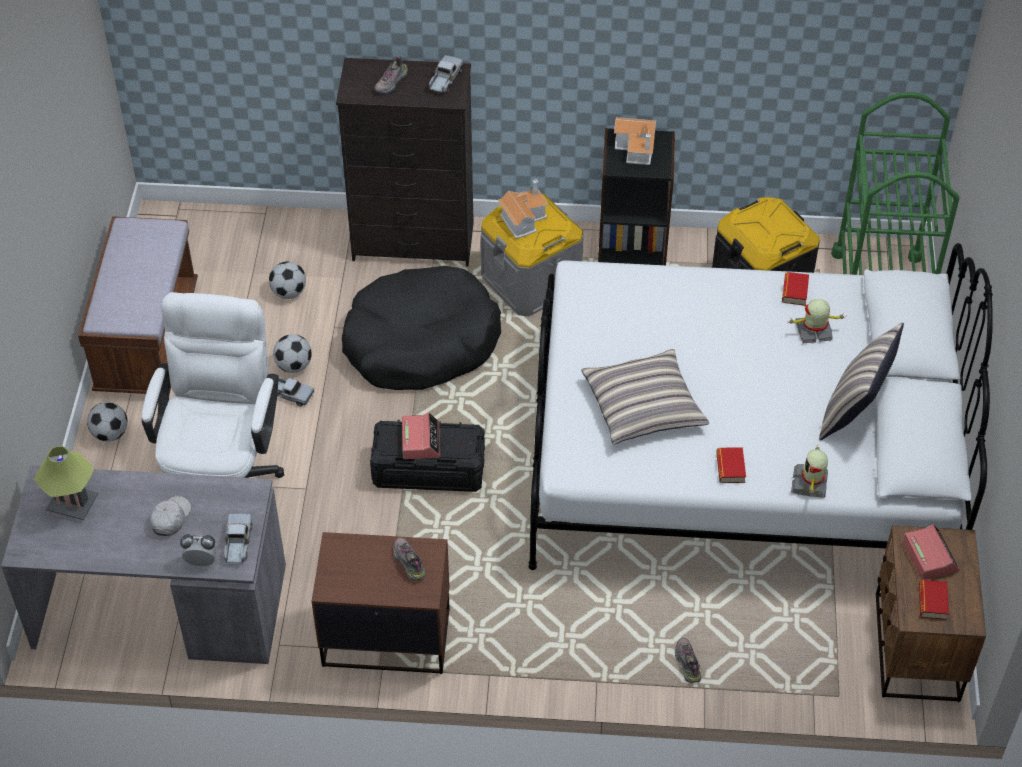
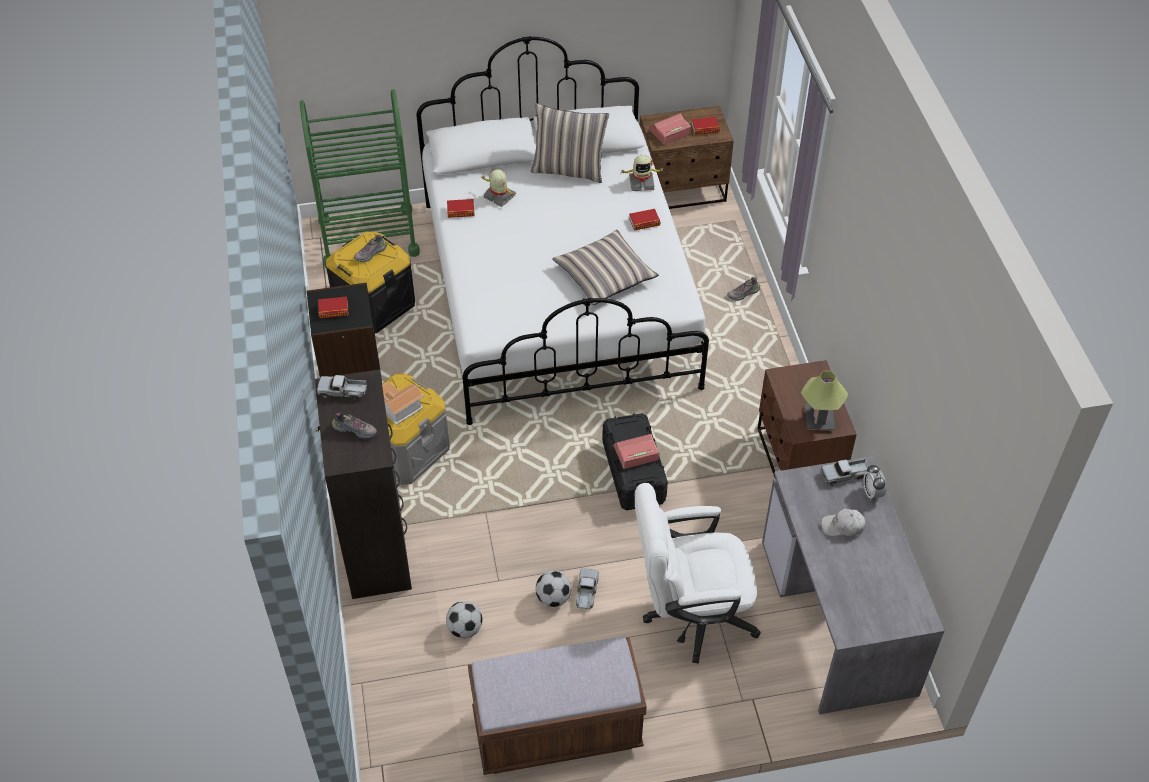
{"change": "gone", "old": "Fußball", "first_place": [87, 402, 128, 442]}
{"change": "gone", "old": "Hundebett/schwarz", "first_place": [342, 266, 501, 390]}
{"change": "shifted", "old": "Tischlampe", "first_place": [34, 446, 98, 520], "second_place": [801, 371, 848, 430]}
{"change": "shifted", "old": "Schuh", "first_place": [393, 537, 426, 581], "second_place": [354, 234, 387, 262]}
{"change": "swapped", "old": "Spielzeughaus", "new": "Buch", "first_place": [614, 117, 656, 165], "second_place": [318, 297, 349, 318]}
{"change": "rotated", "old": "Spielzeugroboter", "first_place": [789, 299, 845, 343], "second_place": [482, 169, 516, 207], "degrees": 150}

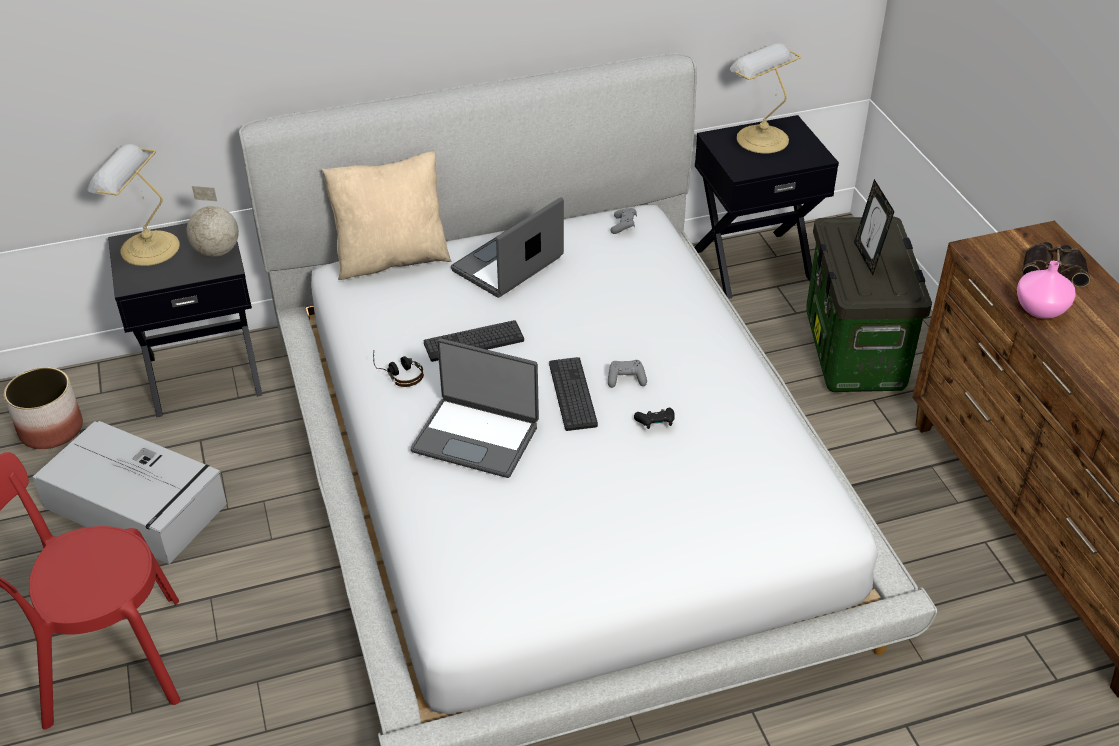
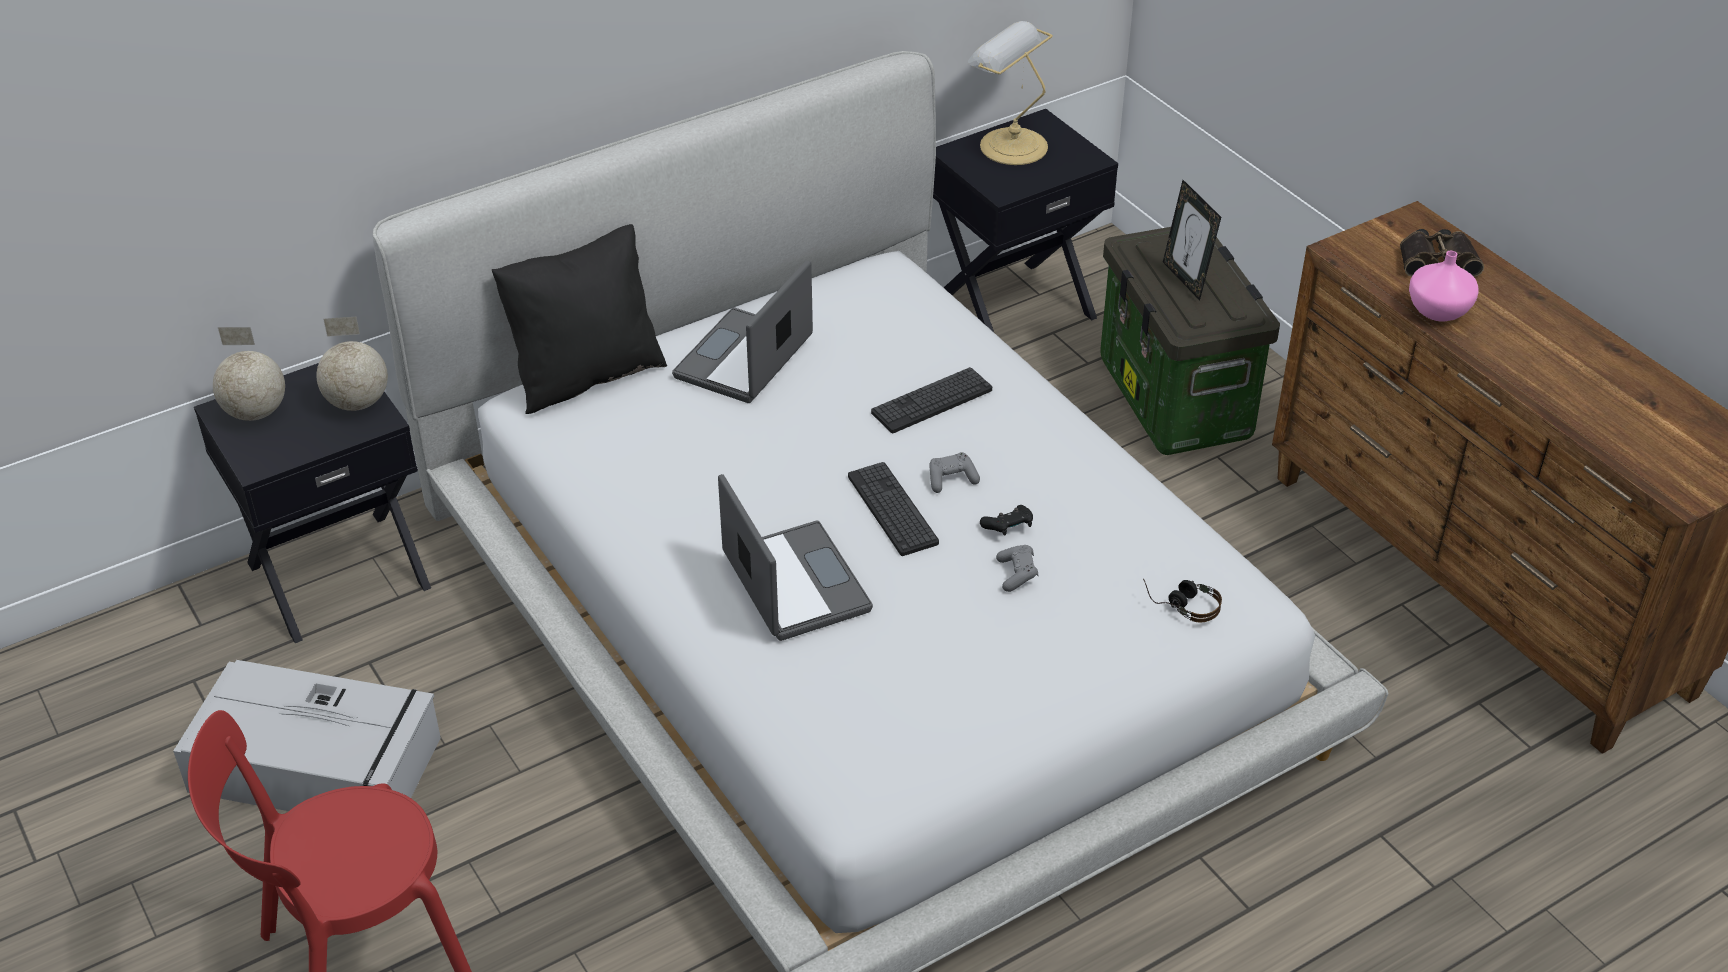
{"change": "gone", "old": "Pflanzkübel", "first_place": [4, 367, 83, 449]}
{"change": "shifted", "old": "Kopfhörer", "first_place": [373, 351, 424, 387], "second_place": [1143, 578, 1222, 623]}
{"change": "shifted", "old": "Tastatur", "first_place": [424, 320, 524, 362], "second_place": [871, 367, 992, 433]}
{"change": "shifted", "old": "Gamepad/grau", "first_place": [610, 208, 637, 234], "second_place": [996, 545, 1038, 592]}
{"change": "swapped", "old": "Tischlampe", "new": "Globus", "first_place": [87, 144, 180, 266], "second_place": [213, 327, 285, 421]}
{"change": "repainted", "old": "Kissen/beige", "new": "Kissen/schwarz", "first_place": [322, 151, 451, 280], "second_place": [492, 224, 667, 414]}
{"change": "rotated", "old": "Laptop", "first_place": [410, 339, 539, 478], "second_place": [718, 474, 873, 641], "degrees": -120}

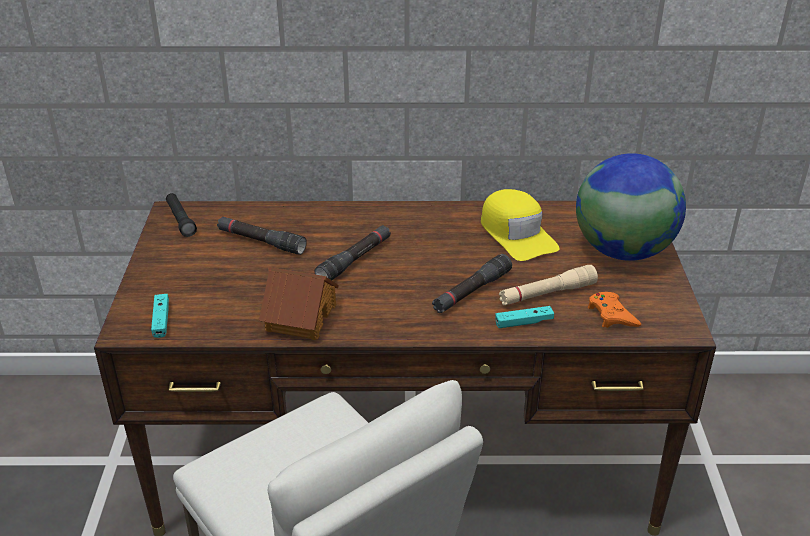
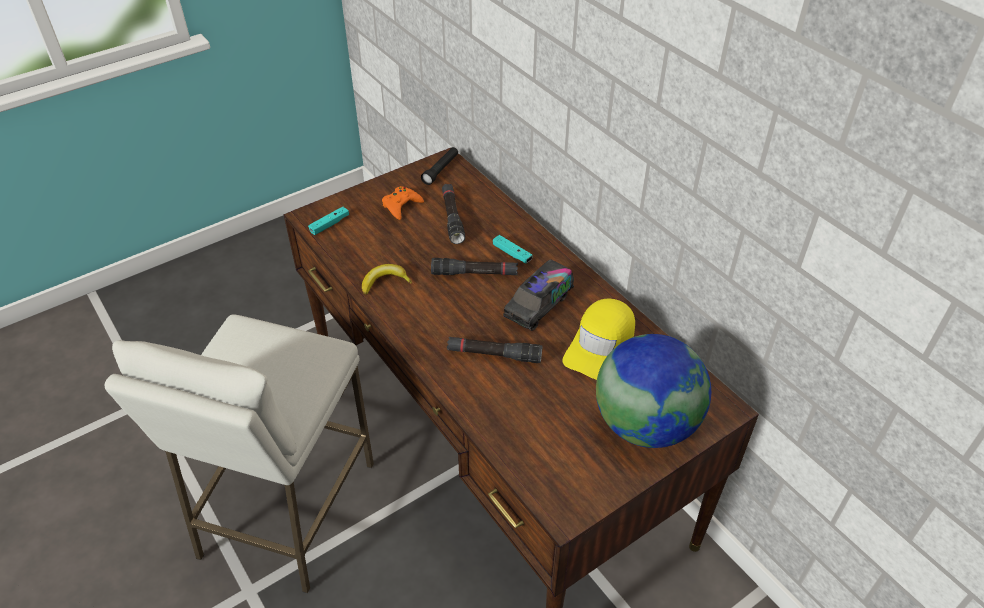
{"change": "gone", "old": "Taschenlampe/beige", "first_place": [499, 265, 598, 305]}
{"change": "new", "new": "Spielzeuglaster", "second_place": [503, 259, 574, 331]}
{"change": "shifted", "old": "Gamepad/türkis", "first_place": [495, 306, 554, 328], "second_place": [493, 235, 532, 263]}
{"change": "shifted", "old": "Gamepad/orange", "first_place": [588, 292, 641, 328], "second_place": [382, 186, 424, 220]}
{"change": "swapped", "old": "Spielzeughaus", "new": "Banane", "first_place": [259, 267, 339, 340], "second_place": [362, 264, 412, 294]}

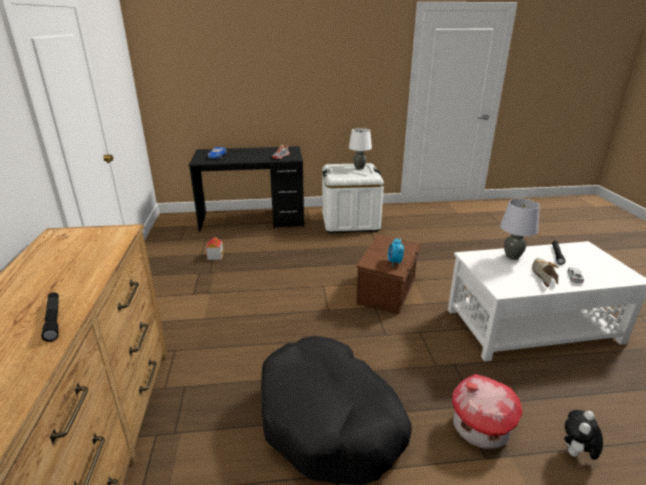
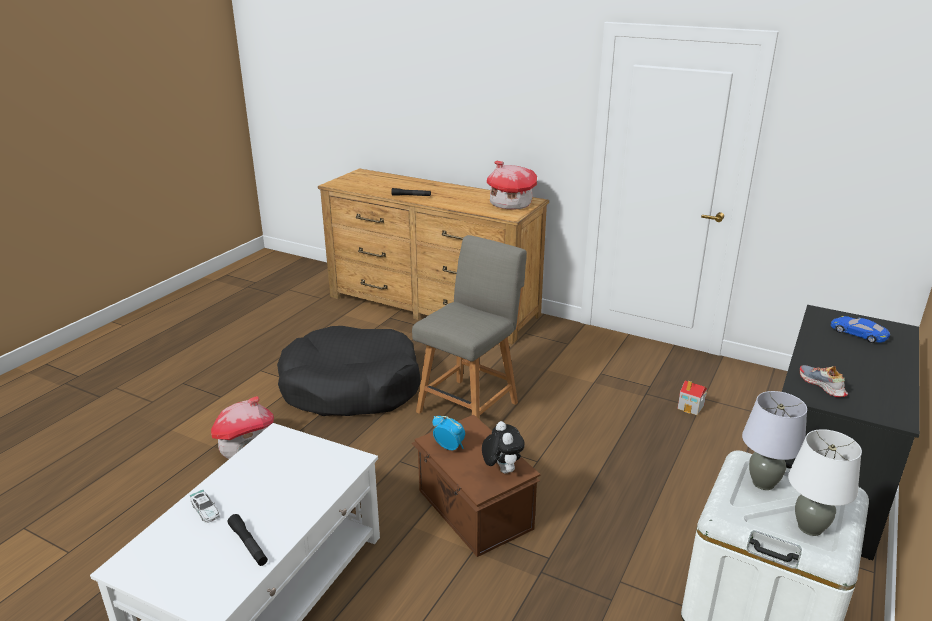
{"change": "gone", "old": "Schuh", "first_place": [532, 258, 559, 288]}
{"change": "new", "new": "Stuhl/grau", "second_place": [412, 235, 527, 420]}
{"change": "new", "new": "Spielzeughaus", "second_place": [487, 161, 537, 209]}
{"change": "shifted", "old": "Tischlampe/grau", "first_place": [500, 199, 540, 260], "second_place": [742, 391, 807, 490]}
{"change": "shifted", "old": "Plüschtier", "first_place": [564, 410, 603, 460], "second_place": [482, 421, 525, 473]}

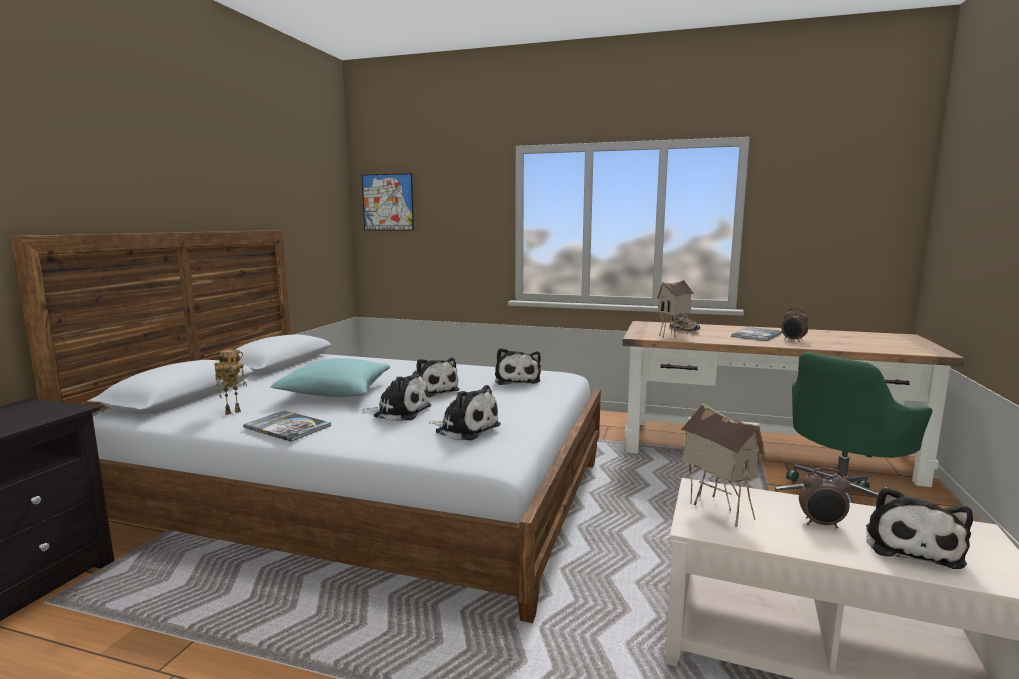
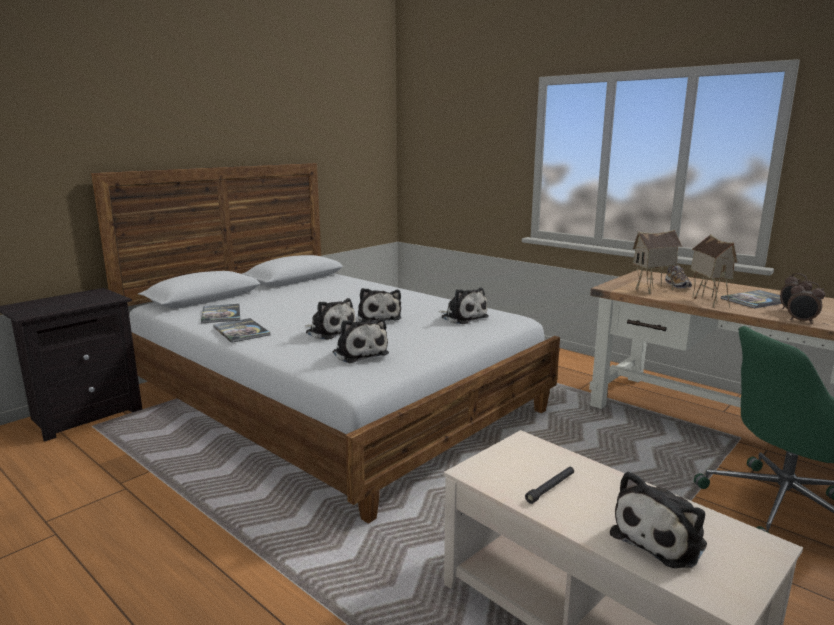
{"change": "gone", "old": "Kissen/türkis", "first_place": [271, 358, 390, 397]}
{"change": "gone", "old": "Bild", "first_place": [362, 173, 414, 231]}
{"change": "new", "new": "Taschenlampe/schwarz", "second_place": [525, 467, 574, 504]}
{"change": "shifted", "old": "Spielzeughaus", "first_place": [681, 403, 765, 527], "second_place": [690, 234, 737, 308]}
{"change": "shifted", "old": "Wecker", "first_place": [799, 467, 851, 528], "second_place": [787, 281, 825, 324]}
{"change": "swapped", "old": "Spielzeugroboter", "new": "Buch", "first_place": [214, 349, 247, 415], "second_place": [201, 304, 240, 323]}
{"change": "rotated", "old": "Plüschtier", "first_place": [495, 348, 541, 385], "second_place": [439, 287, 489, 324], "degrees": -60}

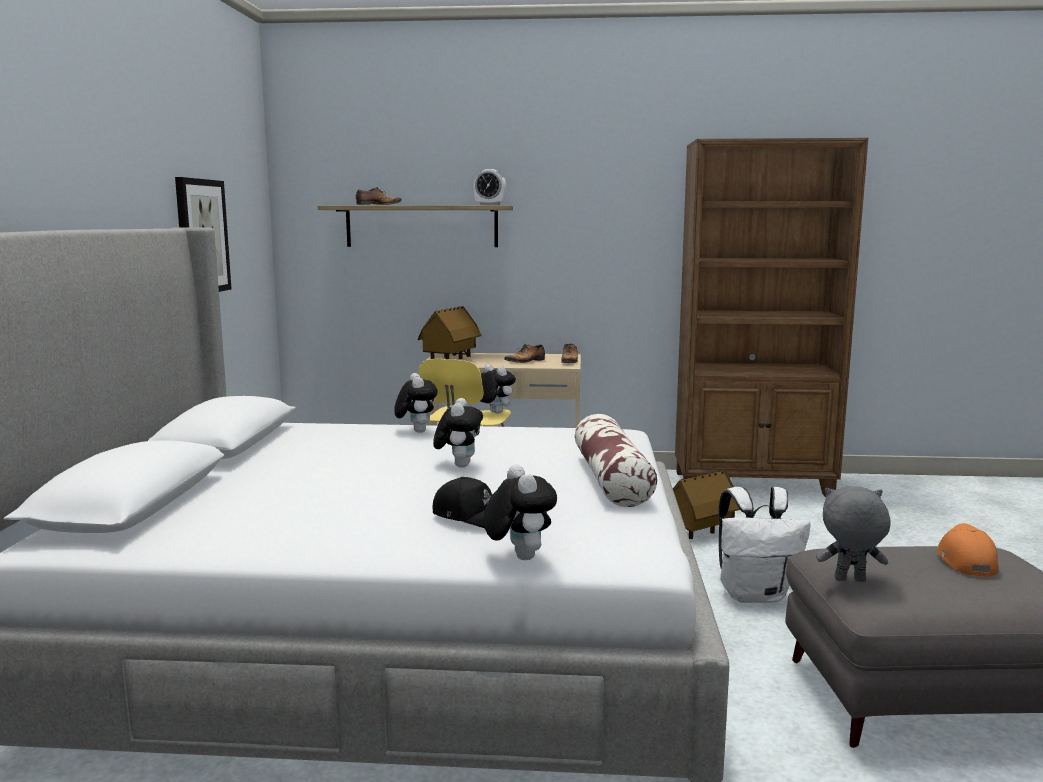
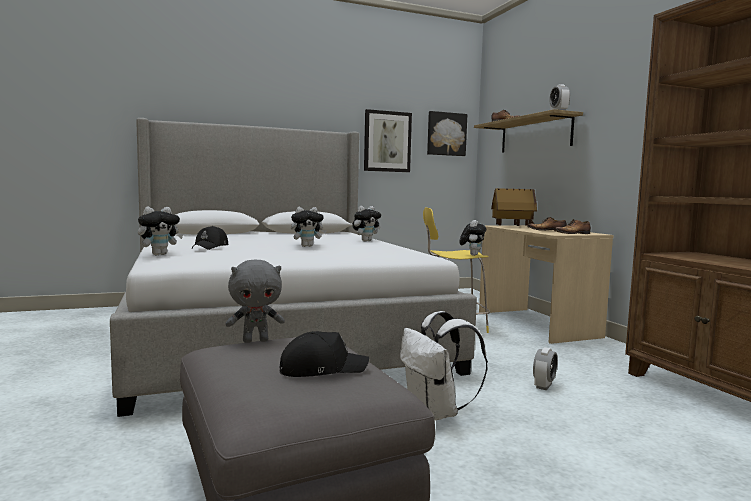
{"change": "gone", "old": "Kissen", "first_place": [575, 414, 657, 507]}
{"change": "new", "new": "Bild", "second_place": [427, 111, 467, 156]}
{"change": "swapped", "old": "Spielzeughaus", "new": "Wecker", "first_place": [673, 470, 740, 539], "second_place": [533, 347, 558, 390]}
{"change": "repainted", "old": "Kappe/orange", "new": "Kappe/schwarz", "first_place": [937, 523, 998, 577], "second_place": [279, 331, 369, 377]}
{"change": "rotated", "old": "Plüschtier/grau", "first_place": [816, 486, 891, 582], "second_place": [226, 260, 285, 343], "degrees": 90}

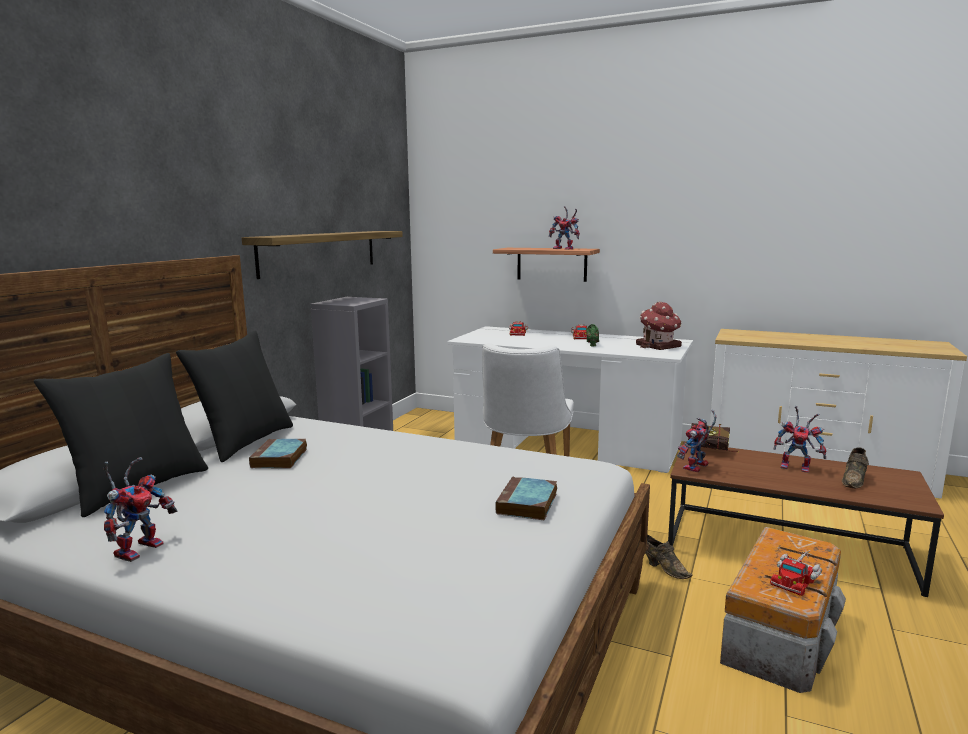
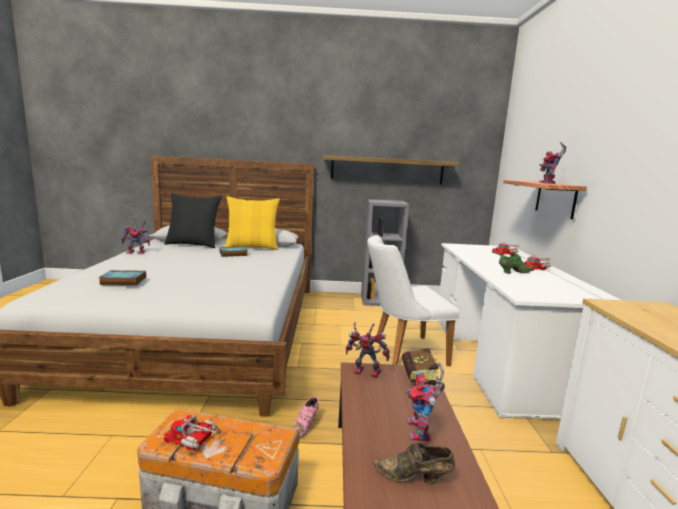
{"change": "gone", "old": "Spielzeughaus", "first_place": [636, 302, 682, 350]}
{"change": "shifted", "old": "Buch", "first_place": [495, 476, 557, 520], "second_place": [99, 270, 146, 285]}
{"change": "repainted", "old": "Kissen/schwarz", "new": "Kissen/gelb", "first_place": [176, 331, 293, 462], "second_place": [225, 196, 280, 250]}
{"change": "repainted", "old": "Schuh/braun", "new": "Schuh/rosa", "first_place": [645, 535, 692, 579], "second_place": [293, 397, 319, 439]}

